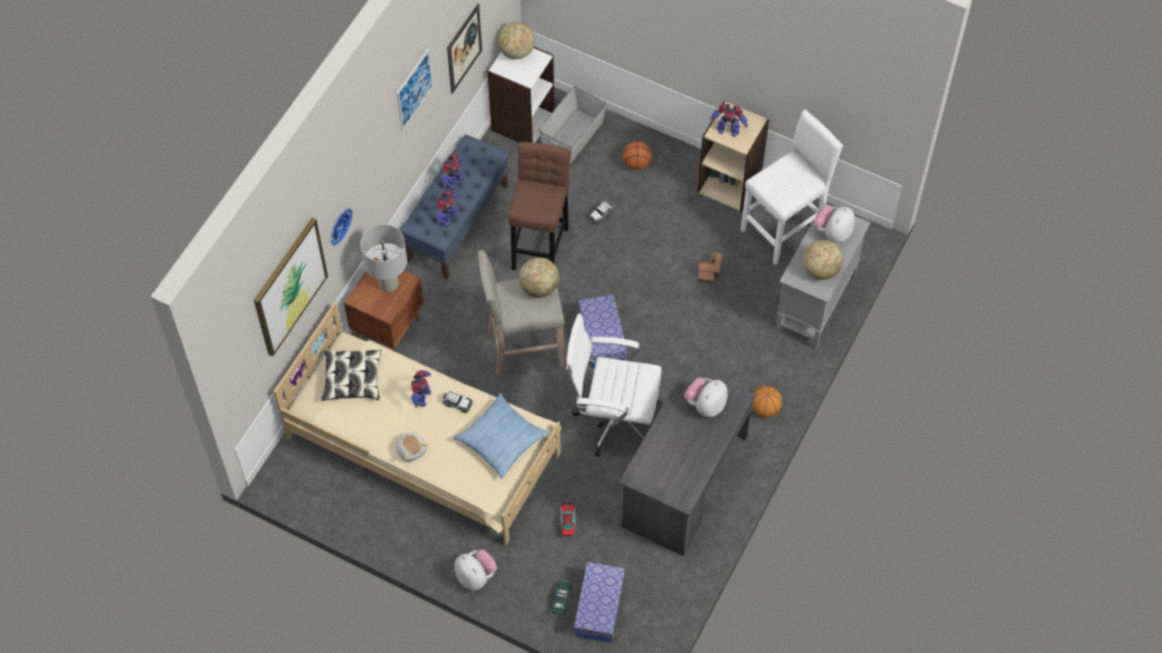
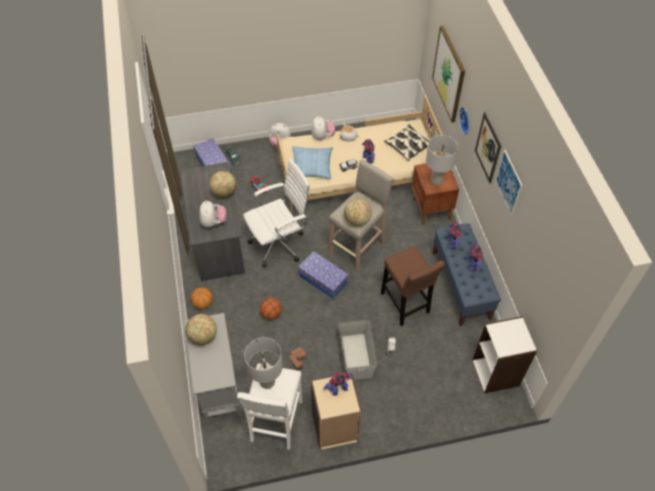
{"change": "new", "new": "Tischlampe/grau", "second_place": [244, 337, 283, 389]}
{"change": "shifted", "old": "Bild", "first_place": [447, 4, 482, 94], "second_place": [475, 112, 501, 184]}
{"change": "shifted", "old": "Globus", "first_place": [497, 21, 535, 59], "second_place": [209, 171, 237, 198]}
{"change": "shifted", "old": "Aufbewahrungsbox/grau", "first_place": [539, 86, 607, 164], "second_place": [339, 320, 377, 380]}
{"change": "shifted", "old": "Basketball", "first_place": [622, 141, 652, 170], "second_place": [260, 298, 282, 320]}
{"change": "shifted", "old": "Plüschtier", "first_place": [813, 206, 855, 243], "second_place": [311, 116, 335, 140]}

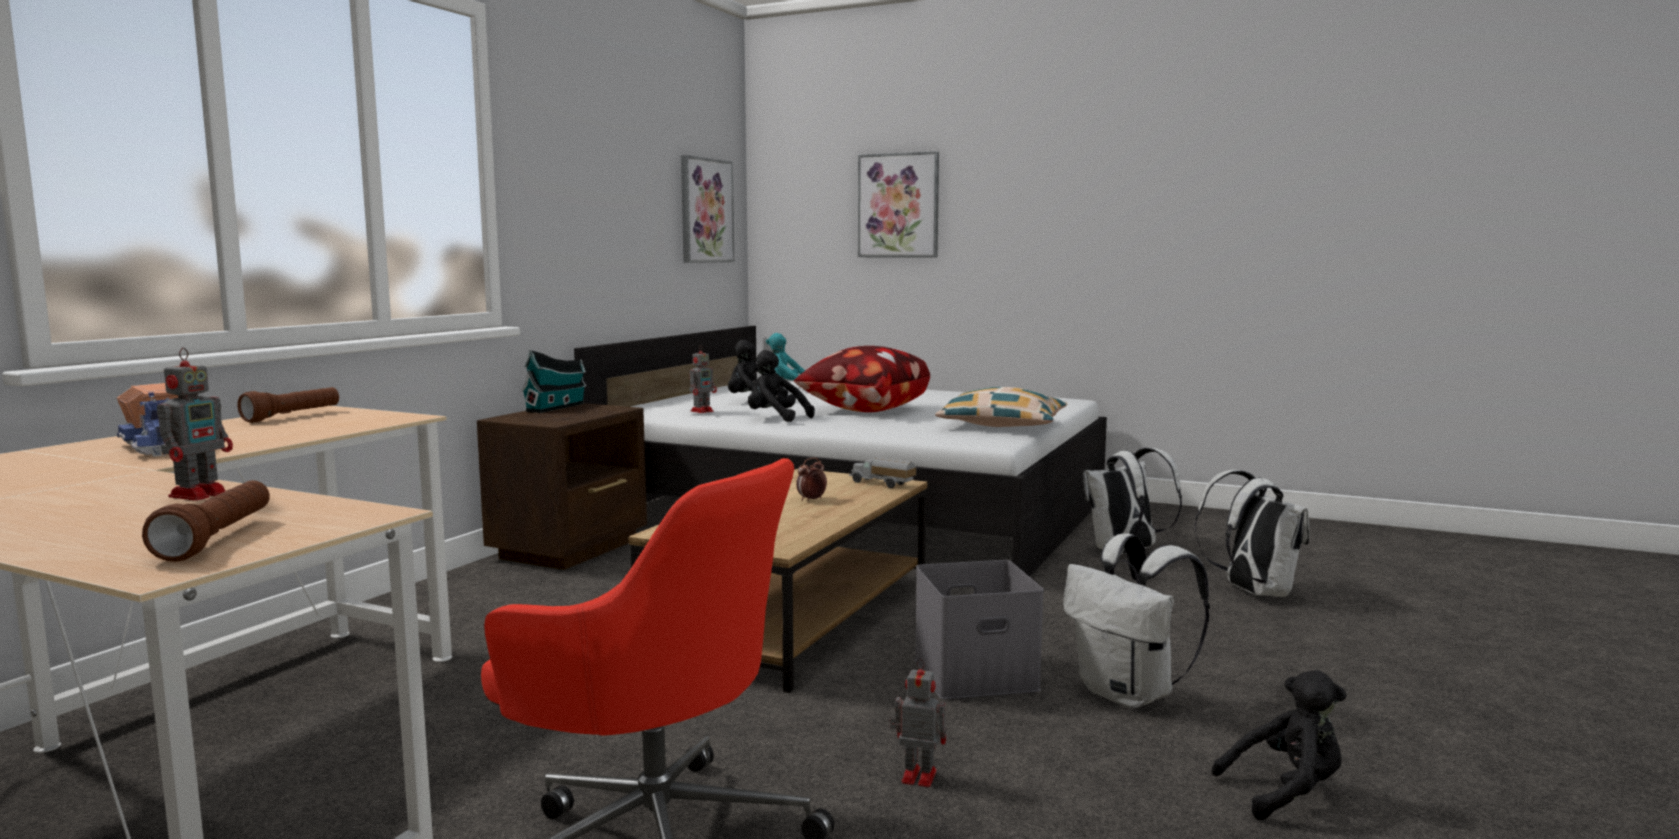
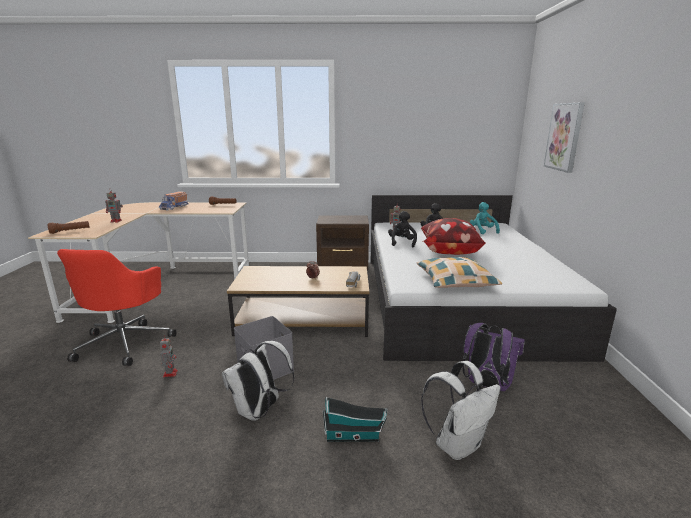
{"change": "gone", "old": "Bild", "first_place": [681, 155, 734, 263]}
{"change": "gone", "old": "Plüschtier/schwarz", "first_place": [1212, 670, 1347, 820]}
{"change": "shifted", "old": "Spielzeughaus", "first_place": [521, 349, 587, 413], "second_place": [323, 397, 388, 442]}
{"change": "repainted", "old": "Rucksack/weiß", "new": "Rucksack/lila", "first_place": [1083, 448, 1182, 554], "second_place": [463, 323, 525, 391]}

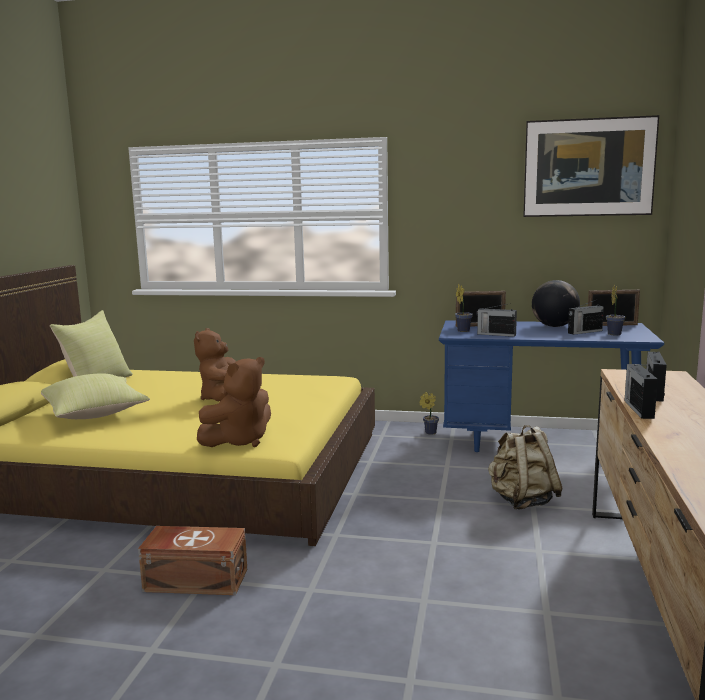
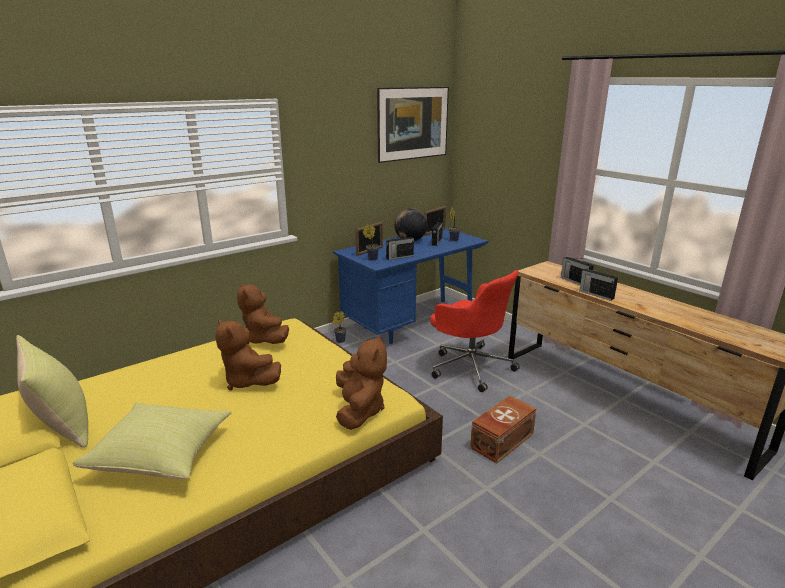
{"change": "new", "new": "Plüschtier/braun", "second_place": [237, 282, 289, 345]}
{"change": "shifted", "old": "Aufbewahrungsbox/braun", "first_place": [138, 526, 247, 595], "second_place": [470, 396, 536, 463]}
{"change": "swapped", "old": "Rucksack/beige", "new": "Bürostuhl/rot", "first_place": [488, 425, 563, 510], "second_place": [430, 270, 520, 392]}

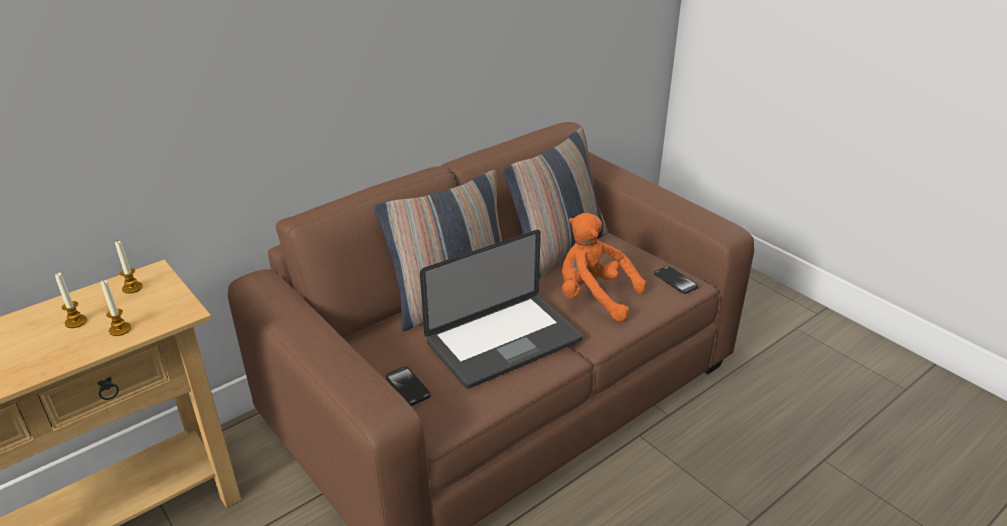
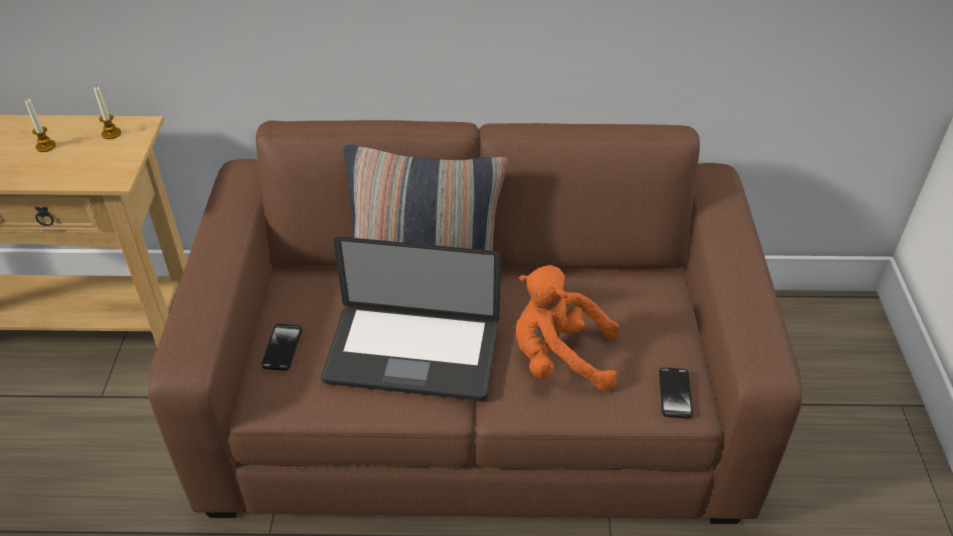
{"change": "gone", "old": "Kerze", "first_place": [101, 280, 131, 336]}
{"change": "gone", "old": "Kissen", "first_place": [503, 127, 607, 278]}
{"change": "rotated", "old": "Plüschtier/orange", "first_place": [562, 213, 646, 321], "second_place": [516, 265, 619, 392], "degrees": -60}

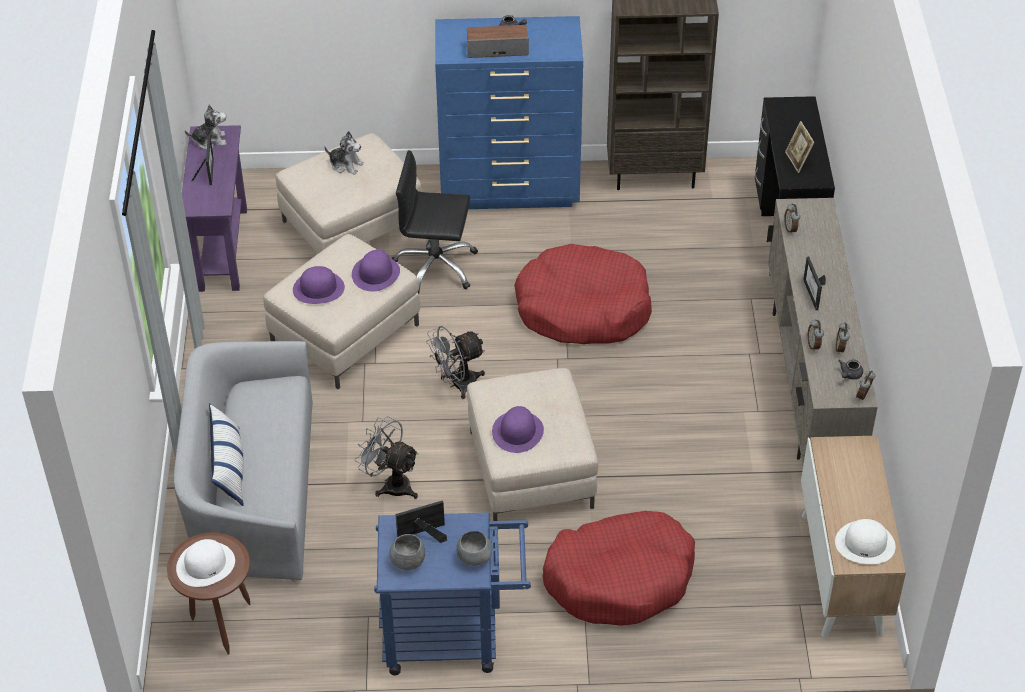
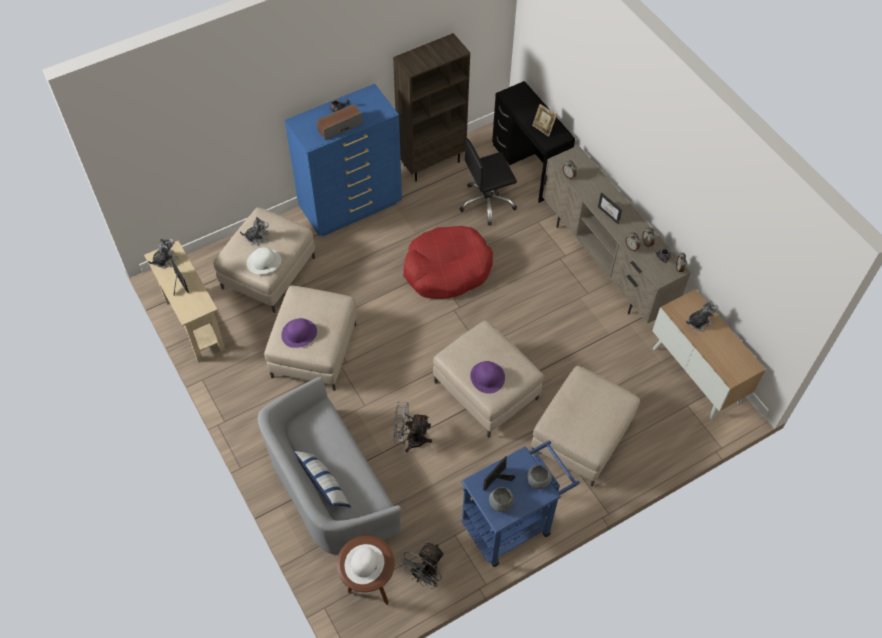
{"change": "gone", "old": "Hut/lila", "first_place": [352, 250, 400, 291]}
{"change": "new", "new": "Plüschtier", "second_place": [686, 301, 719, 331]}
{"change": "shifted", "old": "Bürostuhl/schwarz", "first_place": [391, 150, 478, 294], "second_place": [459, 138, 517, 226]}
{"change": "shifted", "old": "Ventilator/grau", "first_place": [426, 326, 485, 399], "second_place": [398, 542, 444, 589]}
{"change": "shifted", "old": "Hut/weiß", "first_place": [835, 519, 895, 564], "second_place": [247, 247, 281, 274]}
{"change": "swapped", "old": "Hundebett/rot", "new": "Polsterhocker/beige", "first_place": [542, 511, 695, 626], "second_place": [531, 366, 640, 487]}
{"change": "repainted", "old": "Konsolentisch/lila", "new": "Konsolentisch/beige", "first_place": [182, 125, 247, 292], "second_place": [144, 241, 226, 363]}

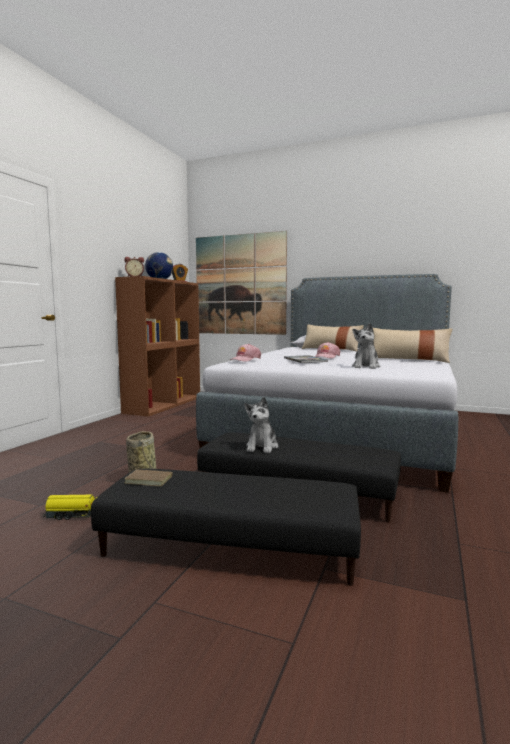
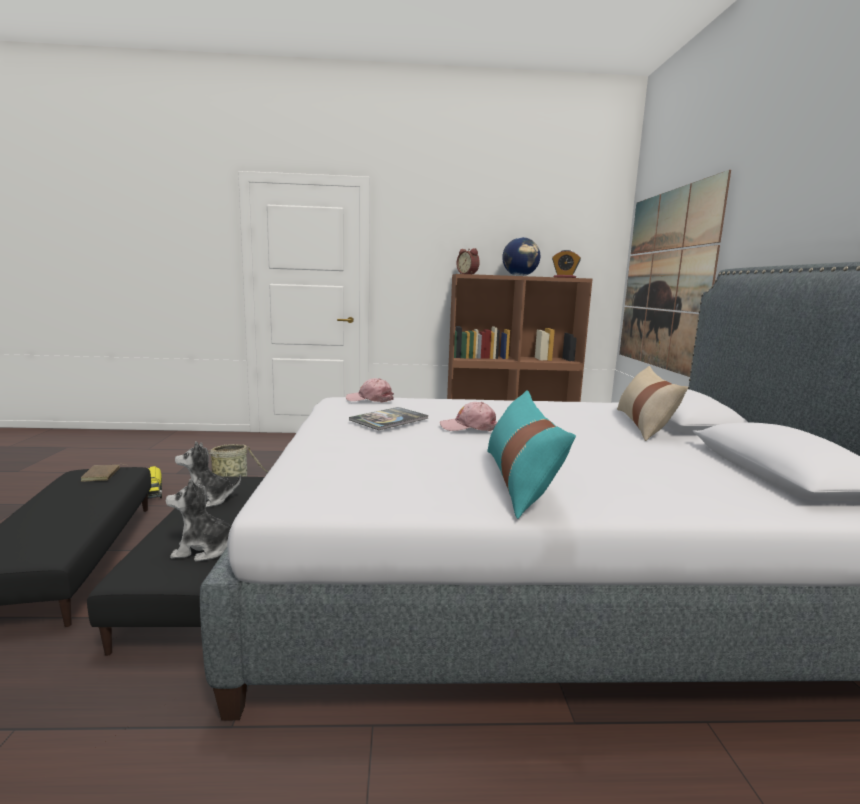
{"change": "shifted", "old": "Plüschtier", "first_place": [352, 323, 380, 369], "second_place": [165, 478, 231, 562]}
{"change": "repainted", "old": "Kissen/beige", "new": "Kissen/türkis", "first_place": [373, 328, 452, 363], "second_place": [487, 390, 576, 519]}

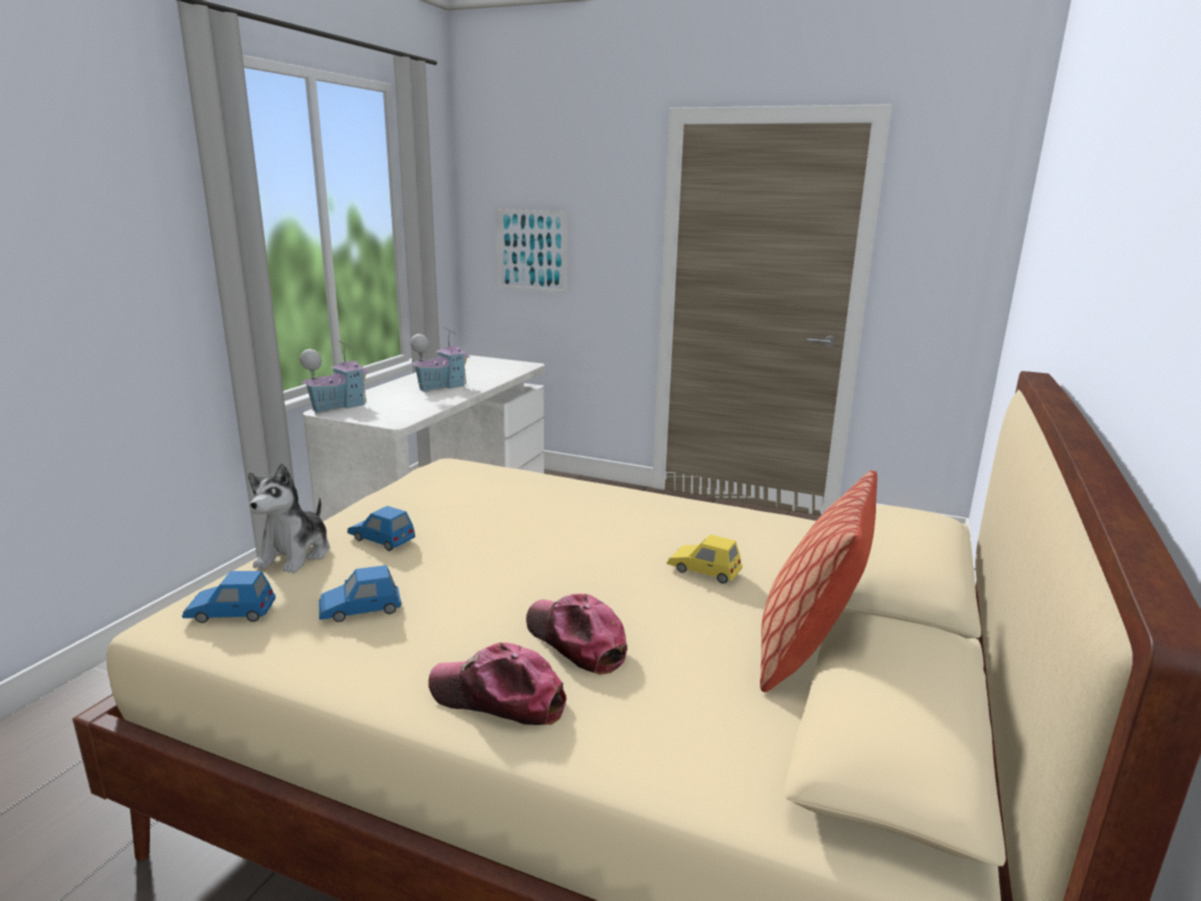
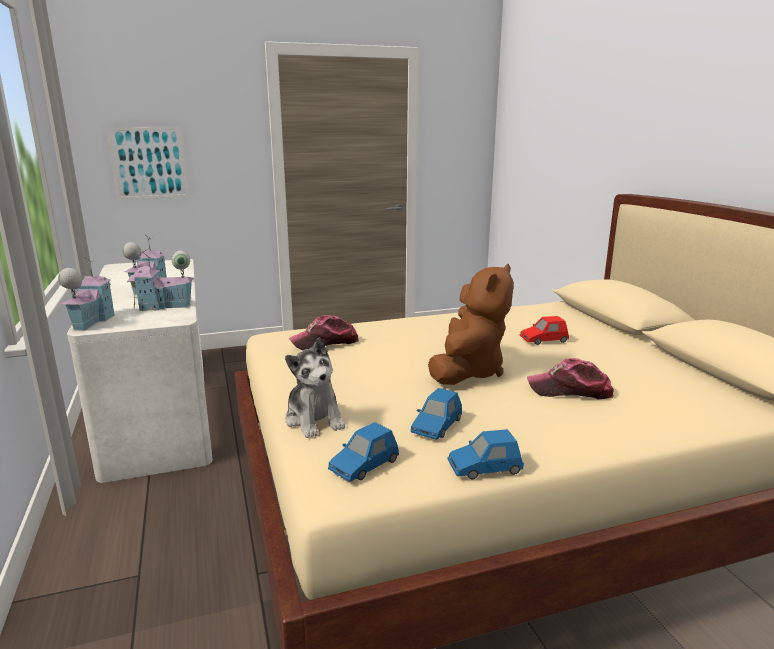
{"change": "gone", "old": "Kissen", "first_place": [760, 470, 877, 692]}
{"change": "new", "new": "Spielzeughaus", "second_place": [127, 248, 194, 311]}
{"change": "new", "new": "Plüschtier/braun", "second_place": [428, 264, 514, 385]}
{"change": "shifted", "old": "Spielzeugauto/blau", "first_place": [347, 506, 415, 551], "second_place": [447, 429, 524, 479]}
{"change": "shifted", "old": "Kappe", "first_place": [428, 643, 567, 725], "second_place": [289, 315, 359, 351]}
{"change": "repainted", "old": "Spielzeugauto/gelb", "new": "Spielzeugauto/rot", "first_place": [667, 534, 742, 584], "second_place": [520, 316, 569, 345]}

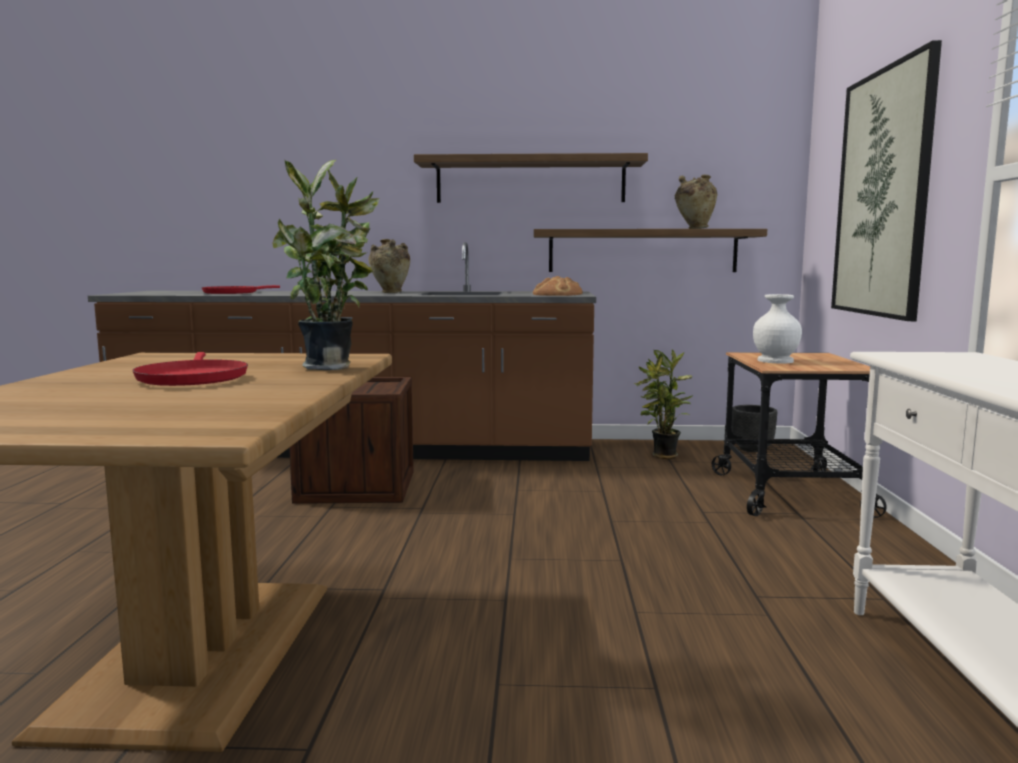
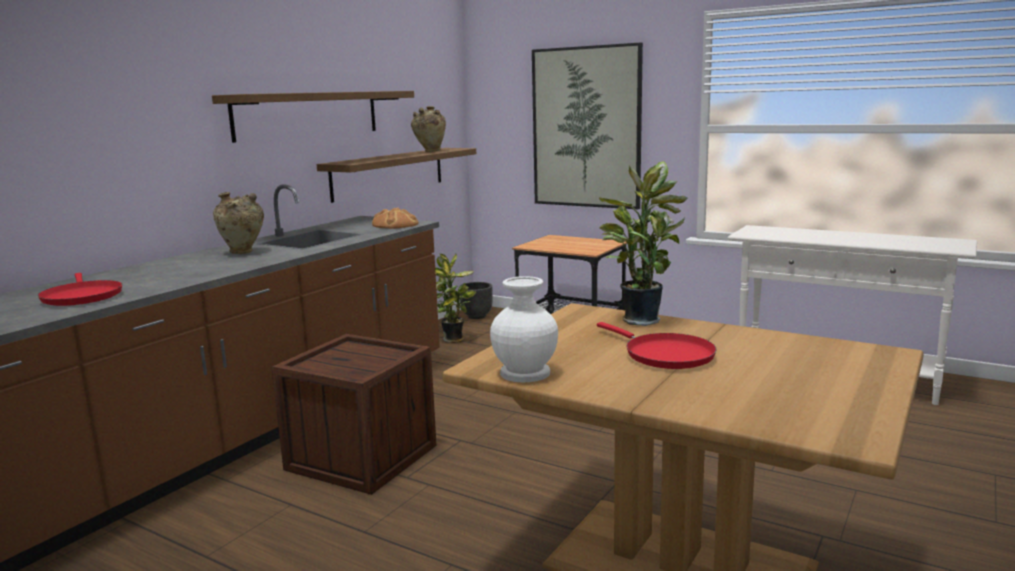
{"change": "shifted", "old": "Vase/weiß", "first_place": [753, 294, 802, 364], "second_place": [490, 276, 558, 382]}
{"change": "rotated", "old": "Pfanne/rot", "first_place": [132, 352, 248, 386], "second_place": [597, 322, 717, 369], "degrees": 45}

